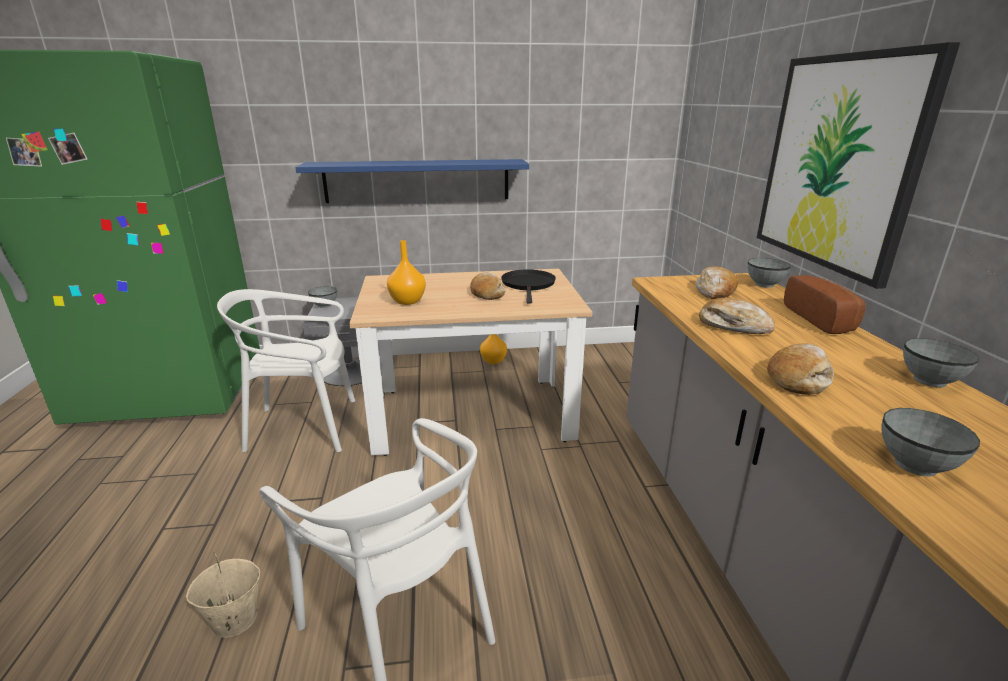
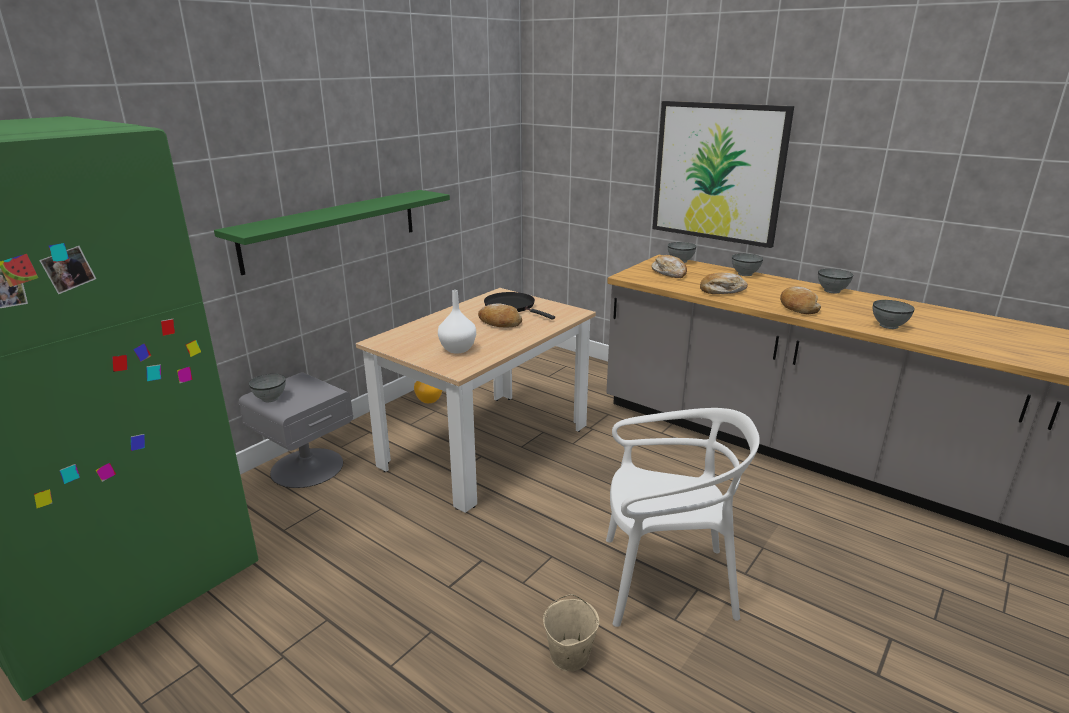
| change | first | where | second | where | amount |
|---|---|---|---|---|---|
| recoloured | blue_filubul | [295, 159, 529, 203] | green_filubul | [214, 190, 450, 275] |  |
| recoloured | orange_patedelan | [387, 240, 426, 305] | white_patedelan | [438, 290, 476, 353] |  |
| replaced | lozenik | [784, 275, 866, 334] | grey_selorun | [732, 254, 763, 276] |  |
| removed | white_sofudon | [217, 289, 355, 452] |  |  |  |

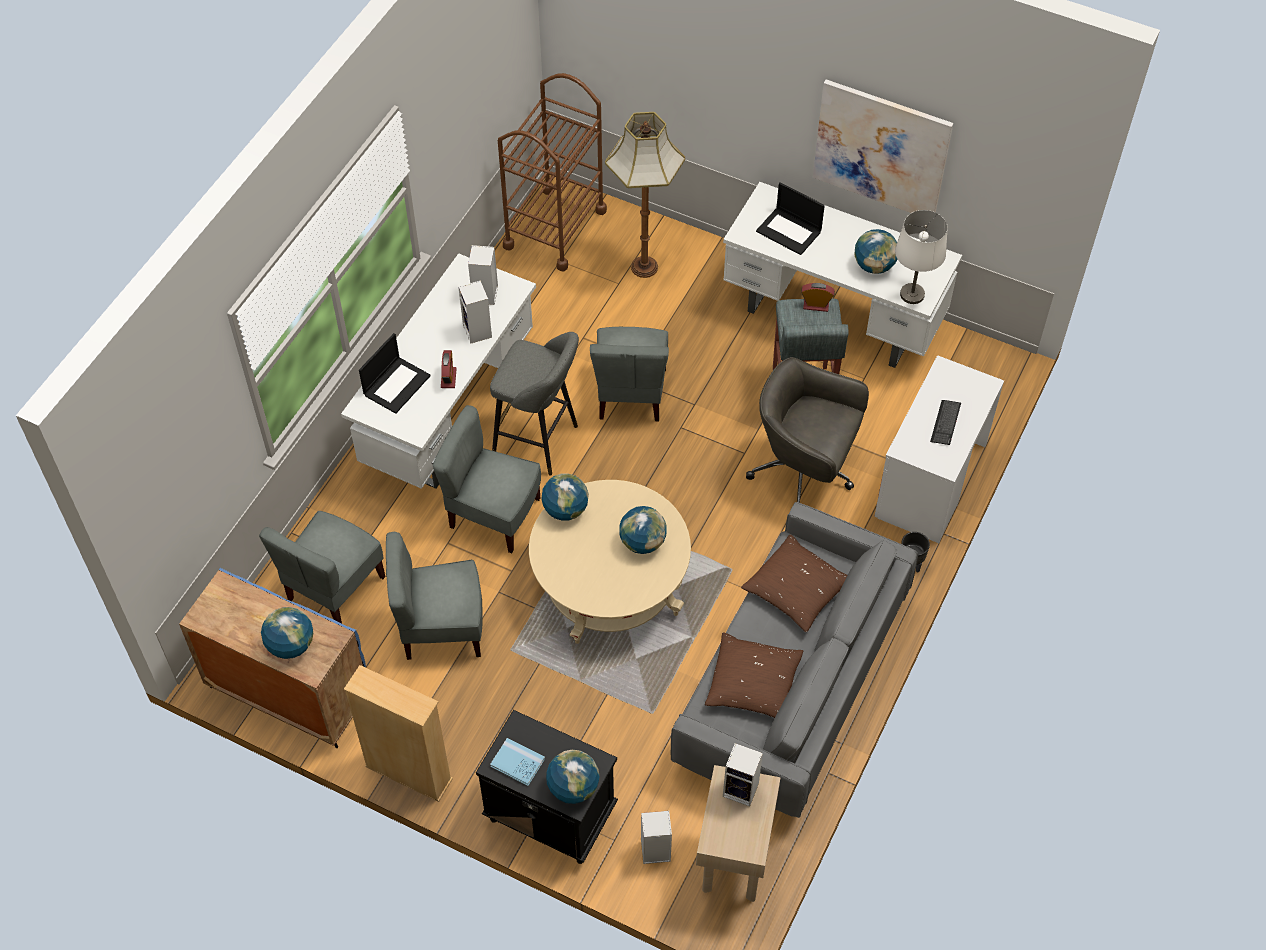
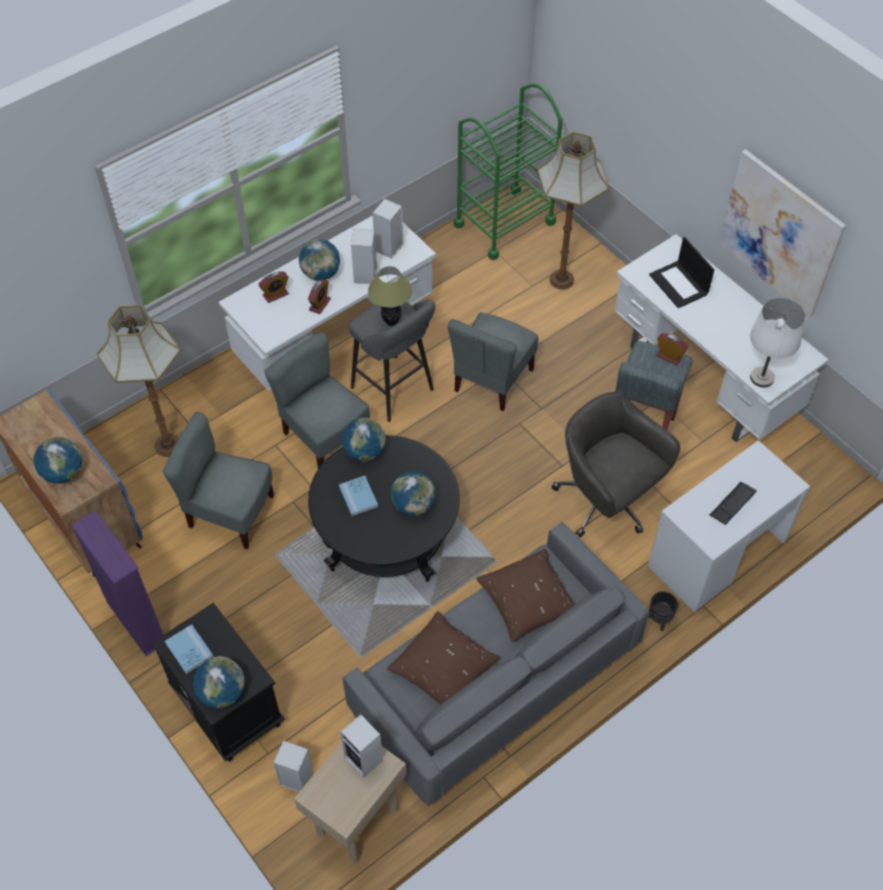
| change | first | where | second | where | amount |
|---|---|---|---|---|---|
| recoloured | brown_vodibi | [498, 73, 607, 271] | green_vodibi | [454, 83, 563, 260] |  |
| moved | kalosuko | [854, 229, 897, 274] |  | [299, 239, 340, 281] |  |
| replaced | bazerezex | [359, 333, 431, 414] | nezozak | [259, 272, 289, 303] |  |
| recoloured | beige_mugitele | [529, 480, 691, 644] | black_mugitele | [308, 435, 460, 582] |  |
| replaced | grey_sofudon | [259, 511, 386, 624] | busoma | [97, 305, 181, 457] |  |
| recoloured | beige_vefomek | [344, 665, 453, 802] | purple_vefomek | [71, 510, 164, 656] |  |
| added |  |  | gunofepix | [368, 266, 412, 326] |  |
| added |  |  | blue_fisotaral | [339, 476, 378, 516] |  |

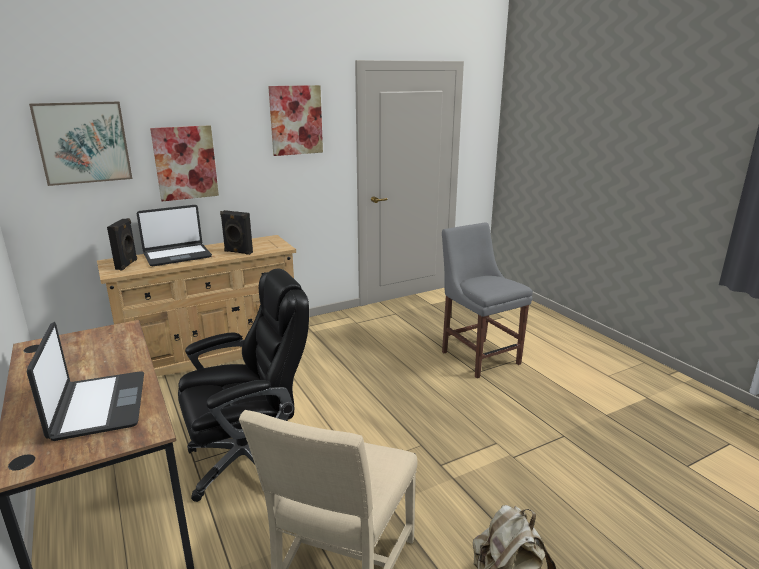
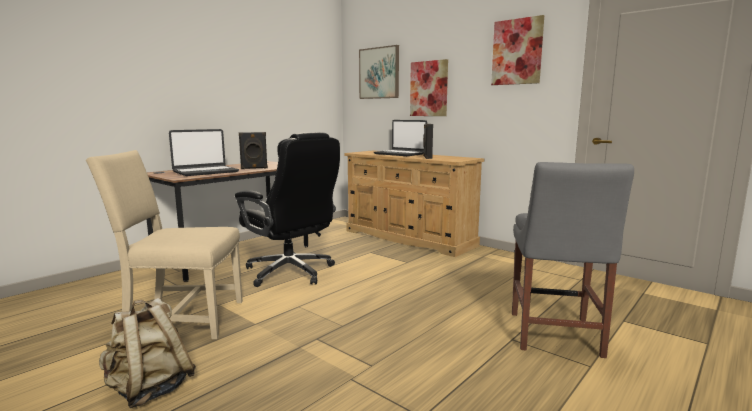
| change | first | where | second | where | amount |
|---|---|---|---|---|---|
| moved | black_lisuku | [107, 218, 137, 270] |  | [239, 132, 268, 169] |  |
| turned | grey_sofudon | [442, 222, 533, 378] |  | [512, 162, 634, 358] | 150 degrees clockwise |

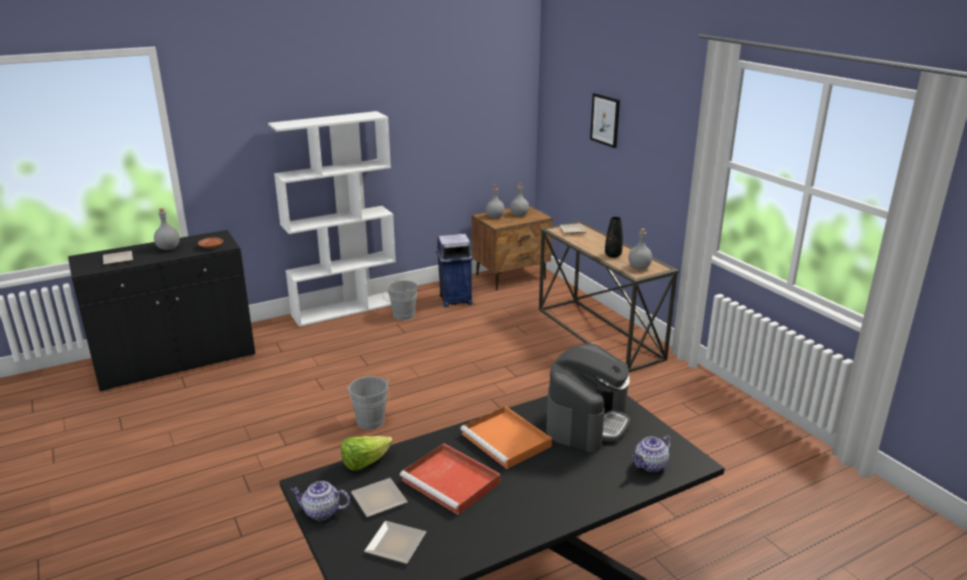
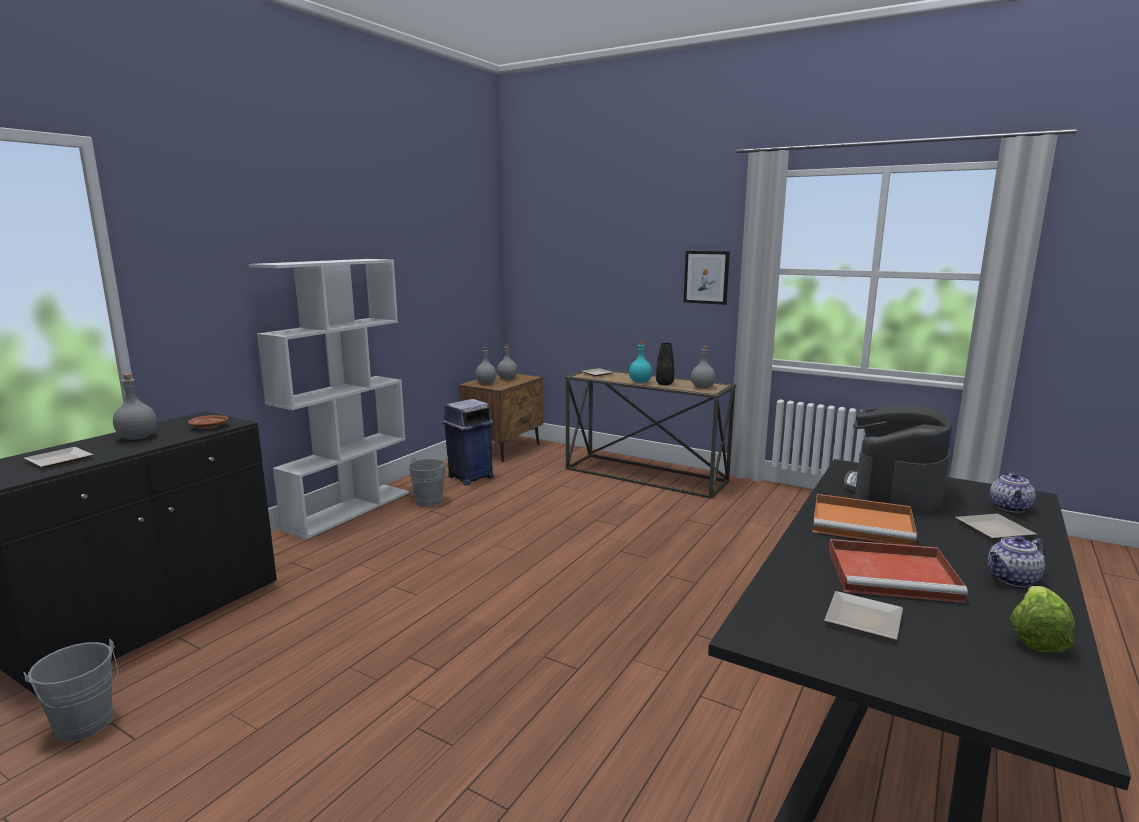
| change | first | where | second | where | amount |
|---|---|---|---|---|---|
| moved | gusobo | [590, 93, 620, 148] |  | [684, 251, 730, 305] |  |
| turned | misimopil | [546, 344, 630, 452] |  | [843, 405, 952, 514] | 150 degrees counterclockwise |
| moved | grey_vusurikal | [347, 376, 389, 430] |  | [23, 639, 118, 742] |  |
| moved | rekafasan | [341, 436, 393, 471] |  | [1010, 586, 1075, 653] |  |
| moved | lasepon | [290, 481, 350, 520] |  | [988, 535, 1045, 587] |  |
| moved | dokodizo | [364, 521, 426, 564] |  | [955, 514, 1036, 539] |  |
| added |  |  | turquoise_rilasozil | [629, 342, 652, 383] |  |

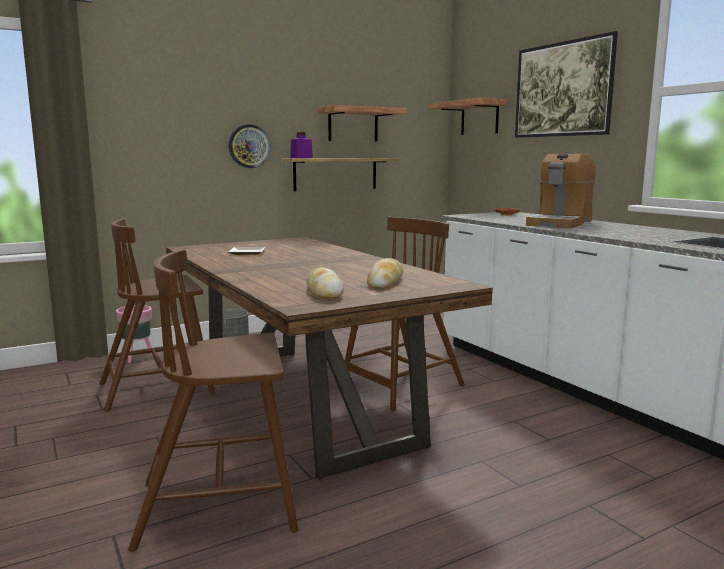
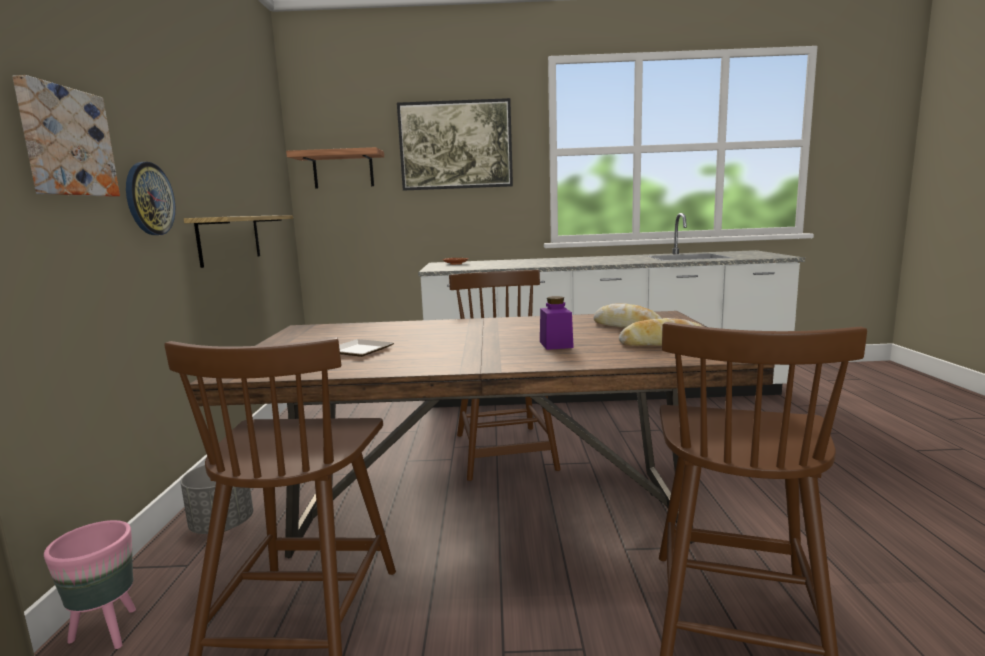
| change | first | where | second | where | amount |
|---|---|---|---|---|---|
| removed | filubul | [317, 105, 406, 142] |  |  |  |
| moved | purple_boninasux | [290, 132, 313, 158] |  | [540, 296, 574, 350] |  |
| removed | misimopil | [526, 152, 596, 229] |  |  |  |
| added |  |  | gusobo | [12, 75, 120, 197] |  |

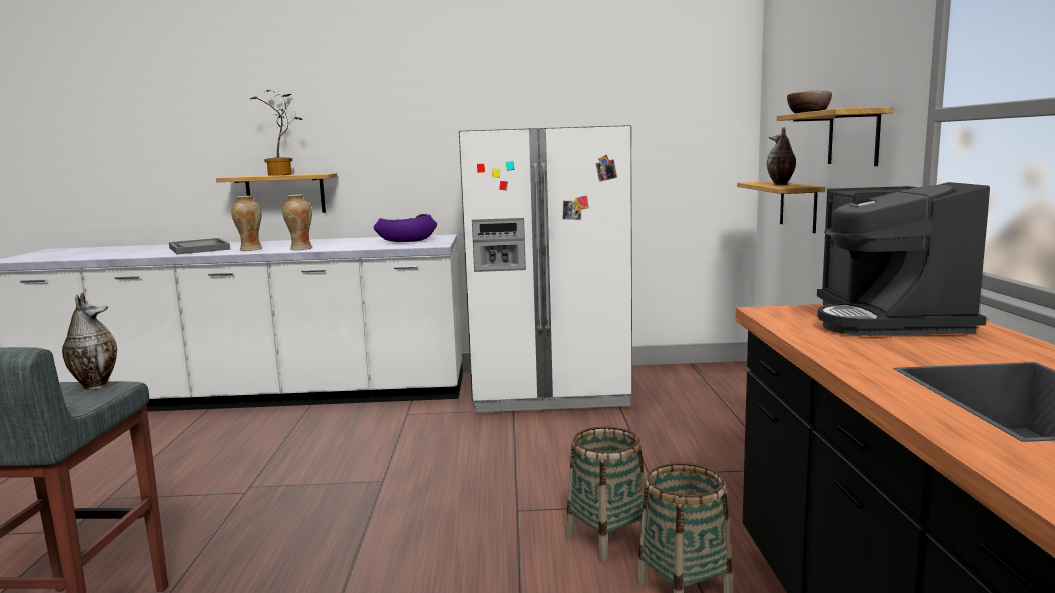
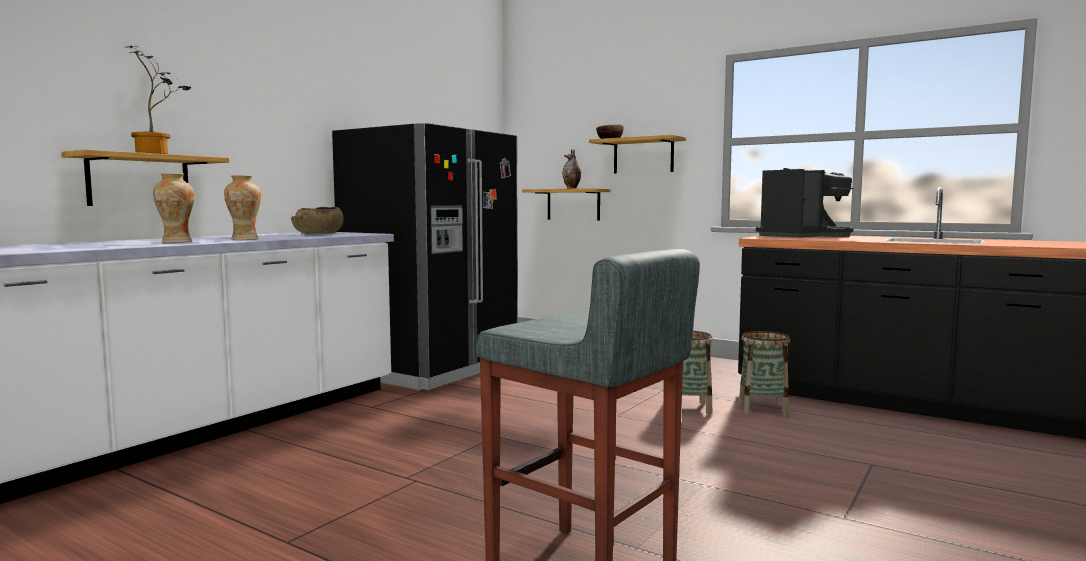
| change | first | where | second | where | amount |
|---|---|---|---|---|---|
| recoloured | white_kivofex | [459, 125, 632, 412] | black_kivofex | [332, 123, 518, 390] |  |
| turned | misimopil | [817, 182, 990, 336] |  | [756, 168, 855, 238] | 75 degrees counterclockwise |
| recoloured | purple_selorun | [374, 214, 437, 242] | brown_selorun | [291, 207, 344, 234] |  |
| removed | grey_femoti | [169, 238, 230, 254] |  |  |  |
| removed | patedelan | [62, 293, 117, 390] |  |  |  |

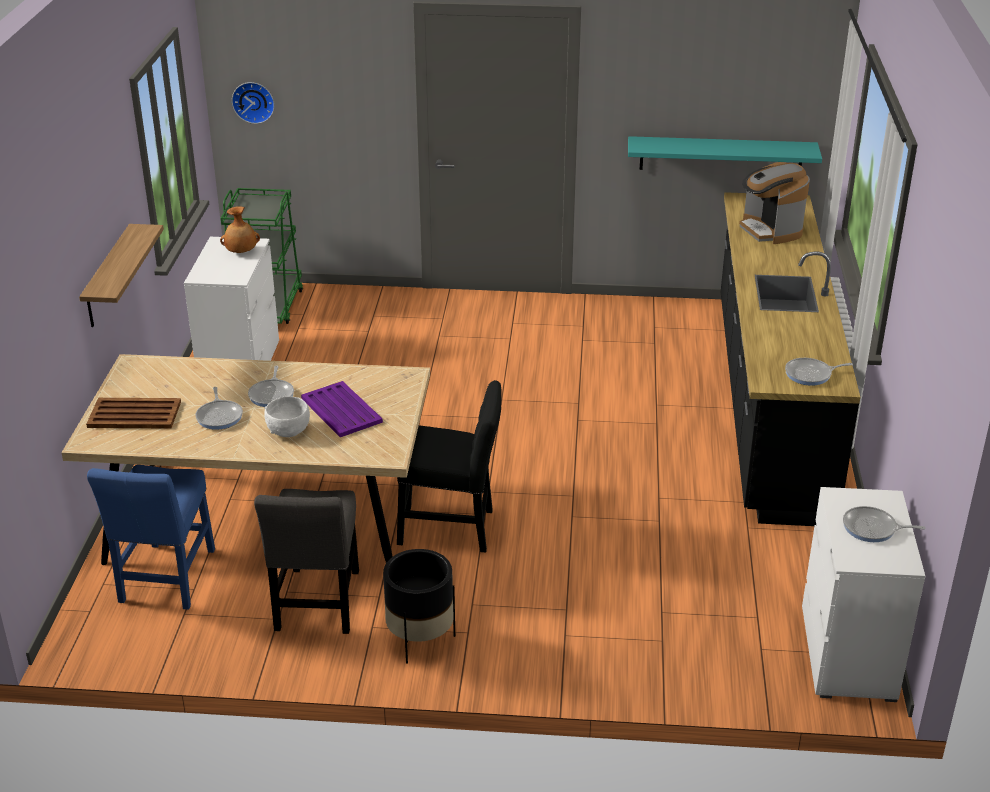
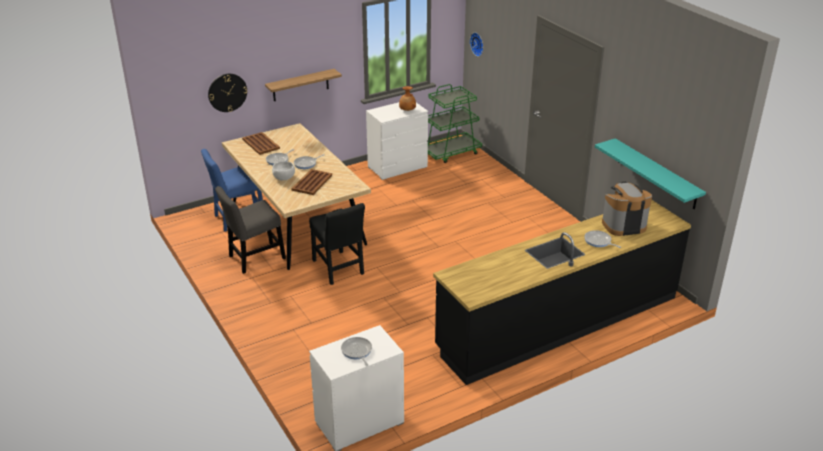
| change | first | where | second | where | amount |
|---|---|---|---|---|---|
| turned | misimopil | [739, 162, 810, 244] |  | [602, 182, 652, 236] | 45 degrees clockwise |
| moved | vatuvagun | [785, 358, 853, 386] |  | [584, 230, 621, 248] |  |
| recoloured | purple_femoti | [301, 381, 383, 437] | brown_femoti | [291, 169, 332, 195] |  |
| removed | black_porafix | [383, 549, 455, 664] |  |  |  |
| added |  |  | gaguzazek | [208, 74, 248, 112] |  |

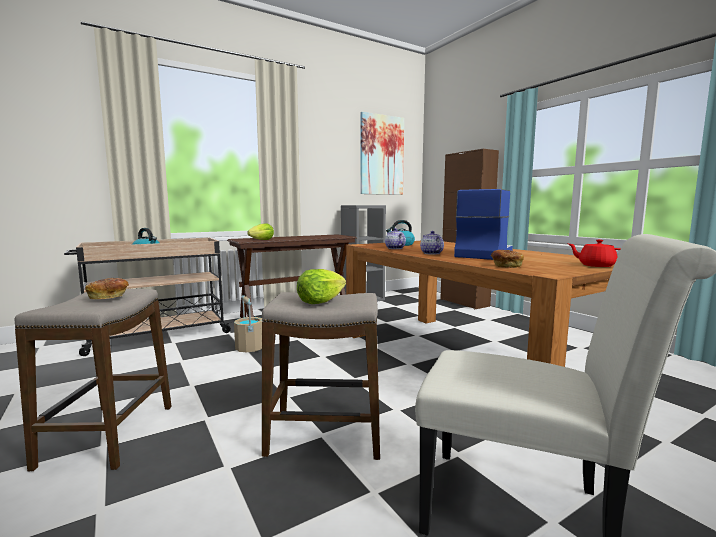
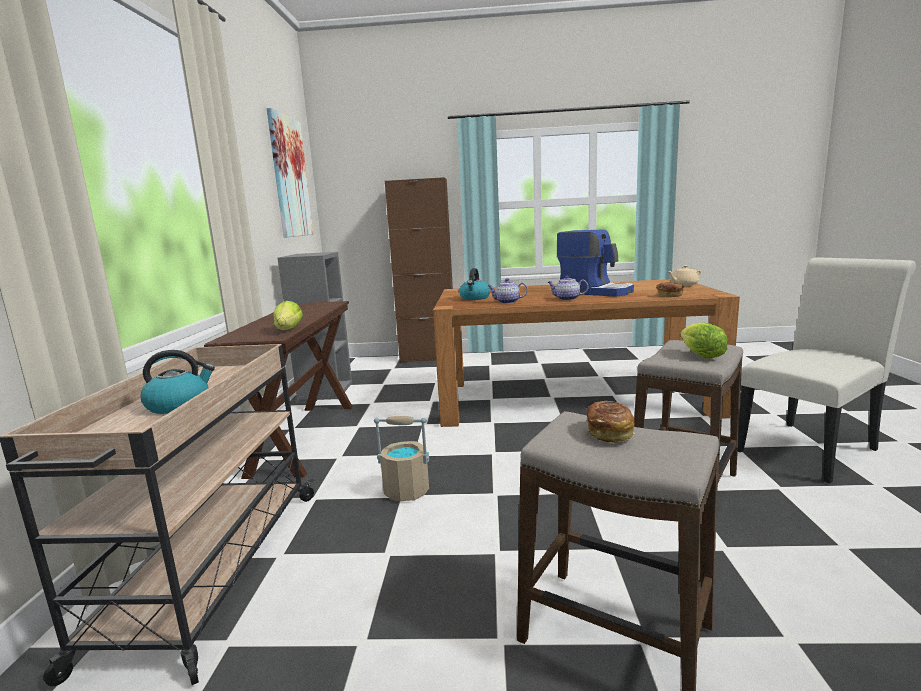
| change | first | where | second | where | amount |
|---|---|---|---|---|---|
| turned | misimopil | [454, 189, 513, 260] |  | [557, 229, 634, 297] | 150 degrees clockwise |
| recoloured | red_lasepon | [568, 240, 621, 267] | beige_lasepon | [667, 265, 701, 286] |  |

